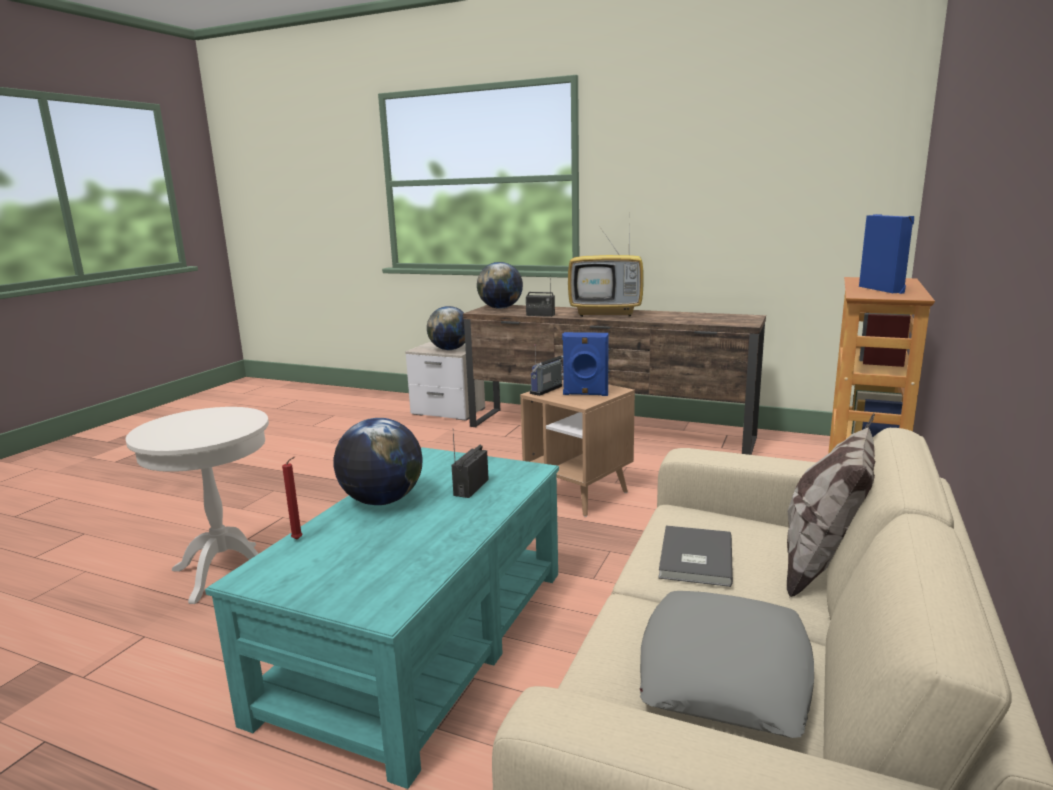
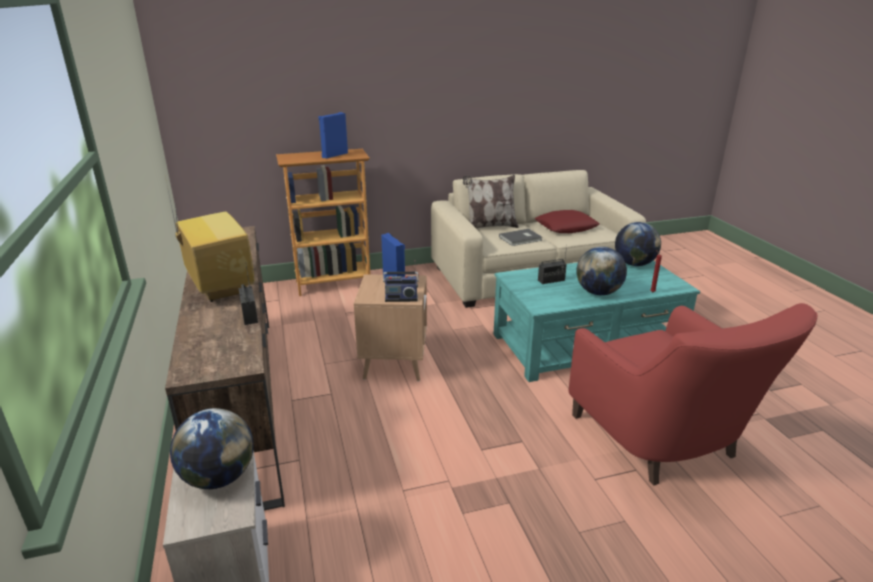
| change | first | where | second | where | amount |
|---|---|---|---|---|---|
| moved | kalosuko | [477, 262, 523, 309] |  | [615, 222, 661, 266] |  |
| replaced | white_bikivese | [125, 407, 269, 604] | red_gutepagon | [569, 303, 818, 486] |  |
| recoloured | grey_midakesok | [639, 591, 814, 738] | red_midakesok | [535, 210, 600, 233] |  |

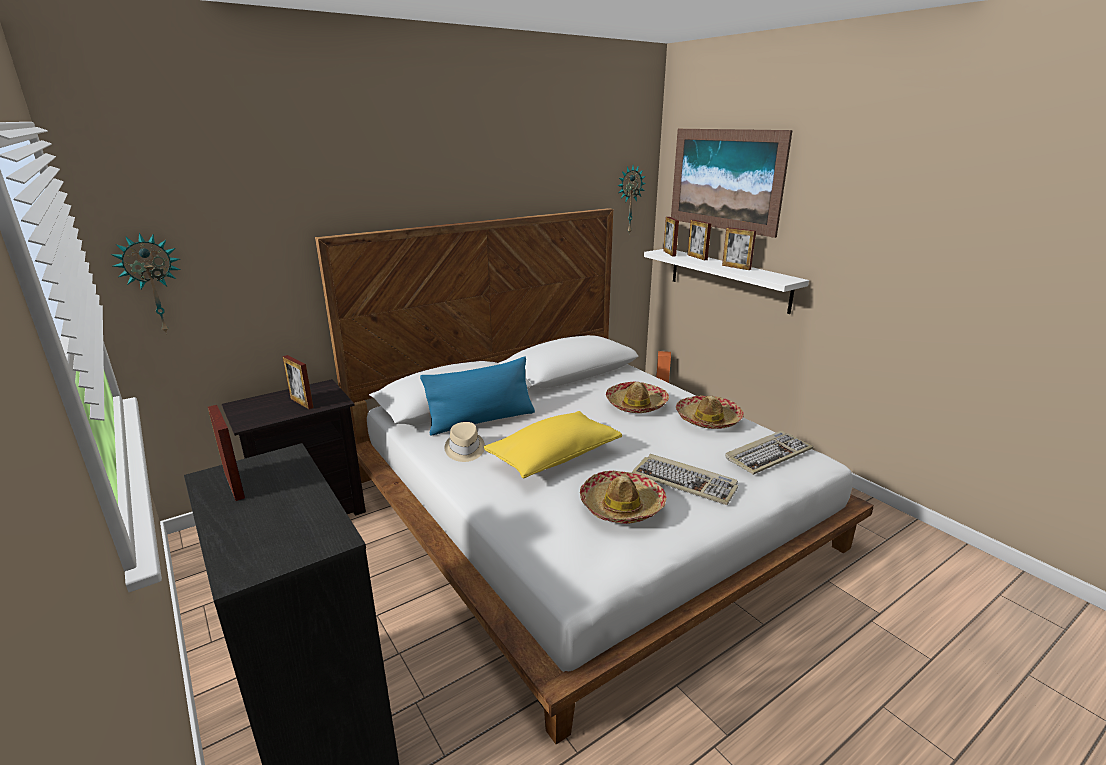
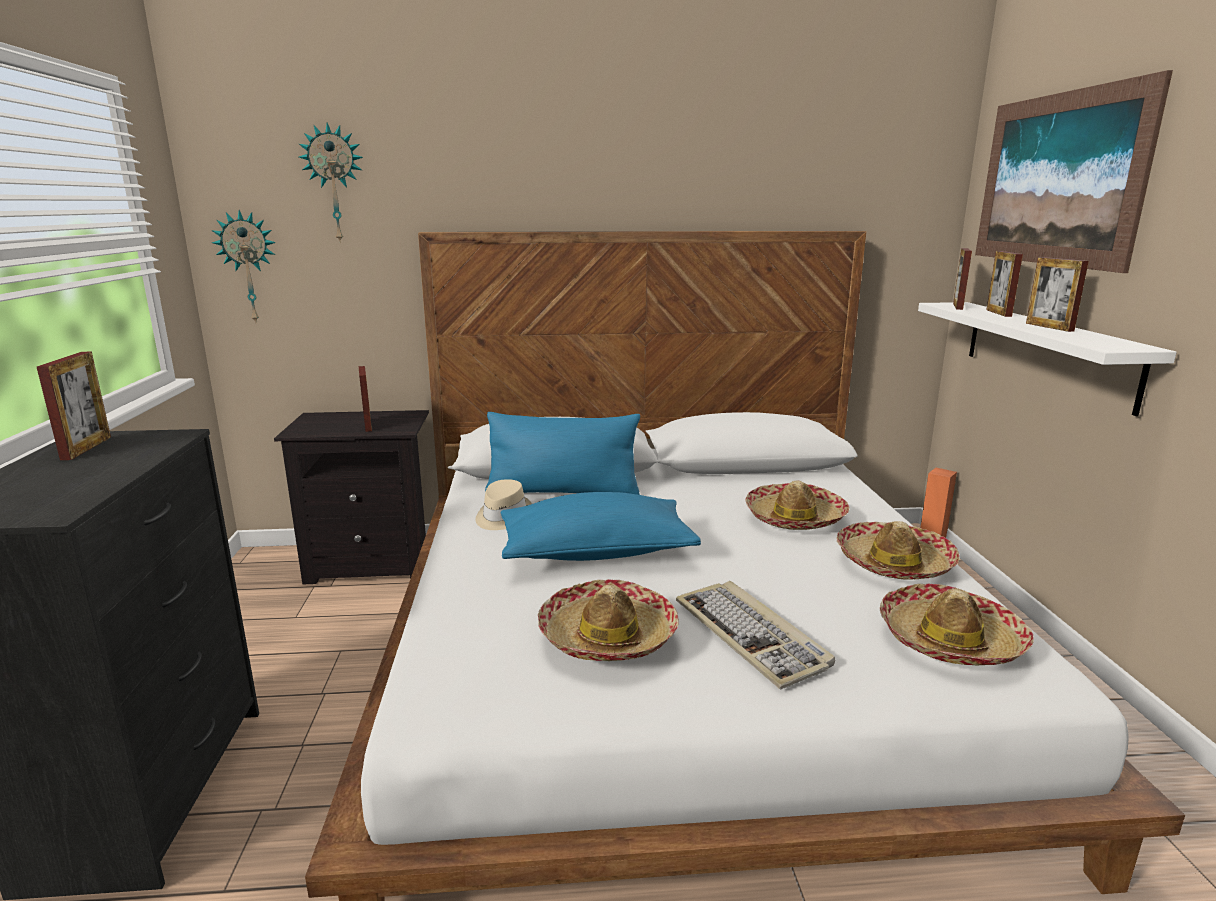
| change | first | where | second | where | amount |
|---|---|---|---|---|---|
| moved | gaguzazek | [617, 165, 646, 235] |  | [299, 122, 363, 244] |  |
| recoloured | yellow_midakesok | [484, 411, 622, 479] | blue_midakesok | [501, 492, 701, 561] |  |
| replaced | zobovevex | [725, 431, 813, 475] | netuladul | [880, 583, 1034, 665] |  |

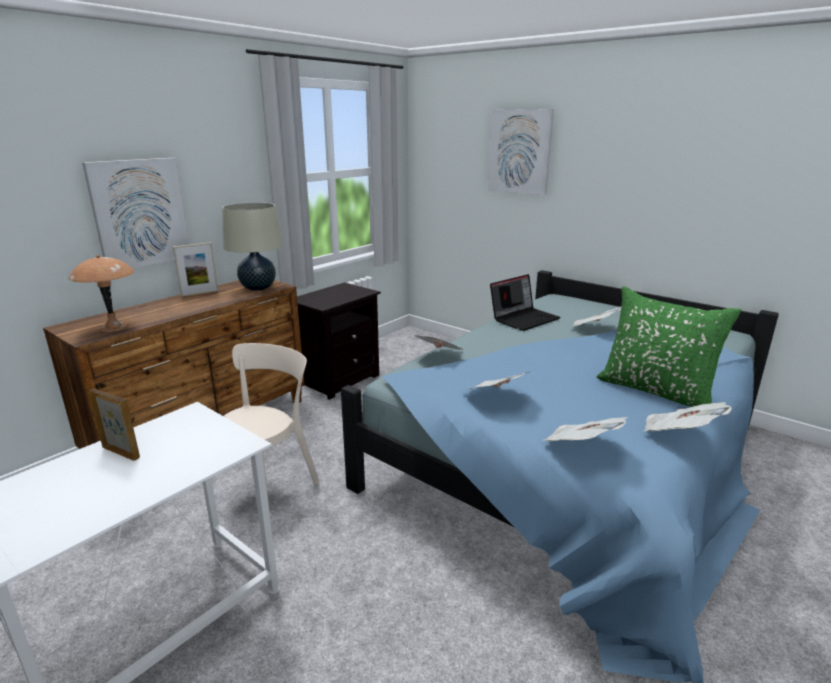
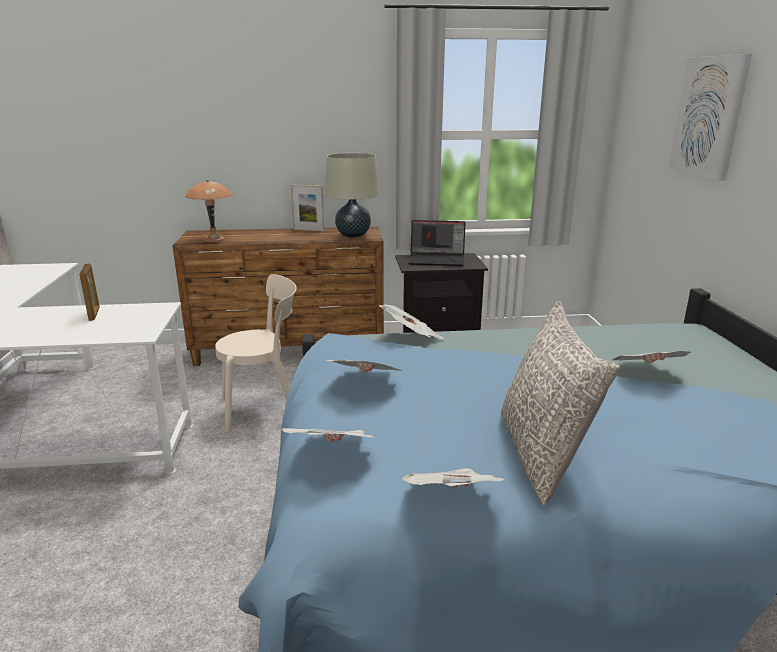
| change | first | where | second | where | amount |
|---|---|---|---|---|---|
| removed | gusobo | [82, 158, 189, 268] |  |  |  |
| moved | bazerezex | [490, 274, 560, 331] |  | [408, 220, 466, 266] |  |
| recoloured | green_midakesok | [597, 286, 741, 407] | grey_midakesok | [501, 301, 620, 505] |  |

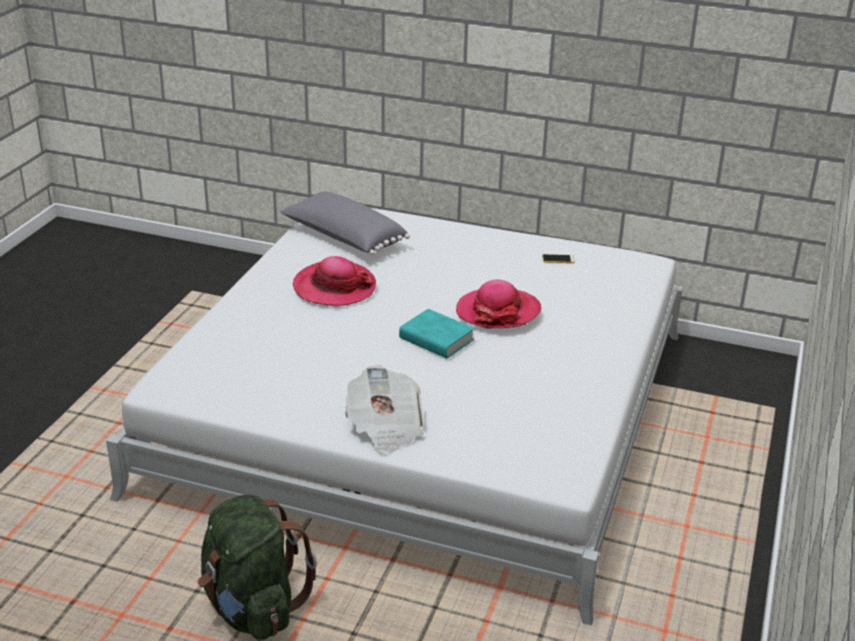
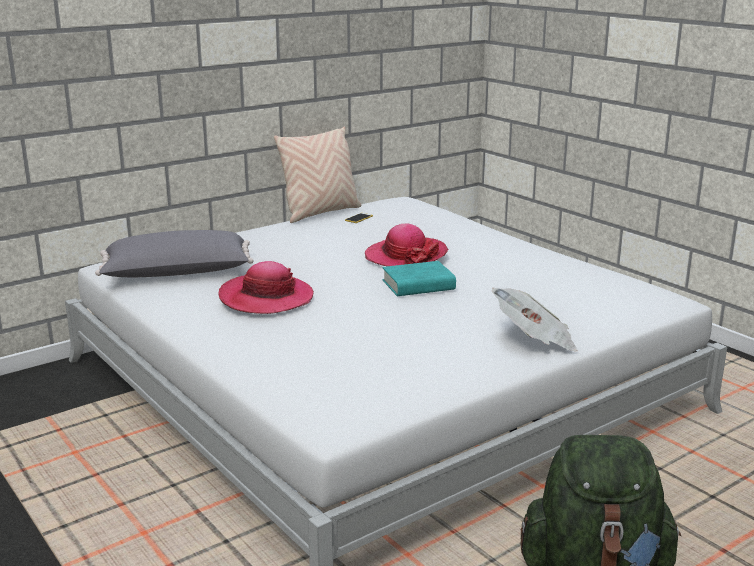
| change | first | where | second | where | amount |
|---|---|---|---|---|---|
| added |  |  | beige_midakesok | [274, 127, 361, 223] |  |

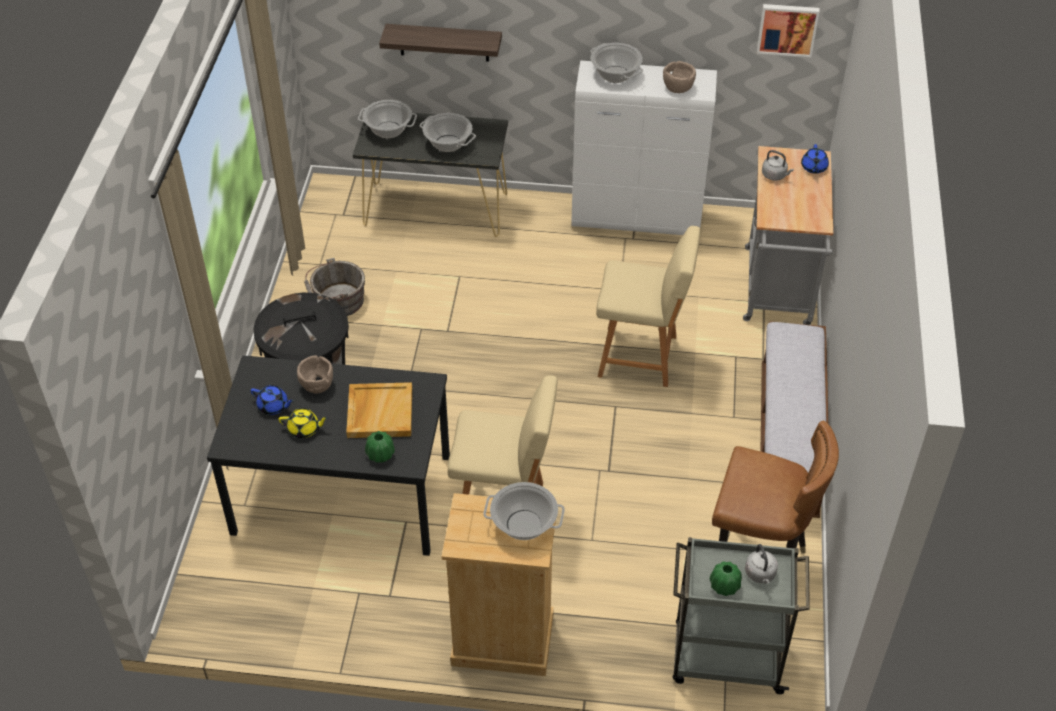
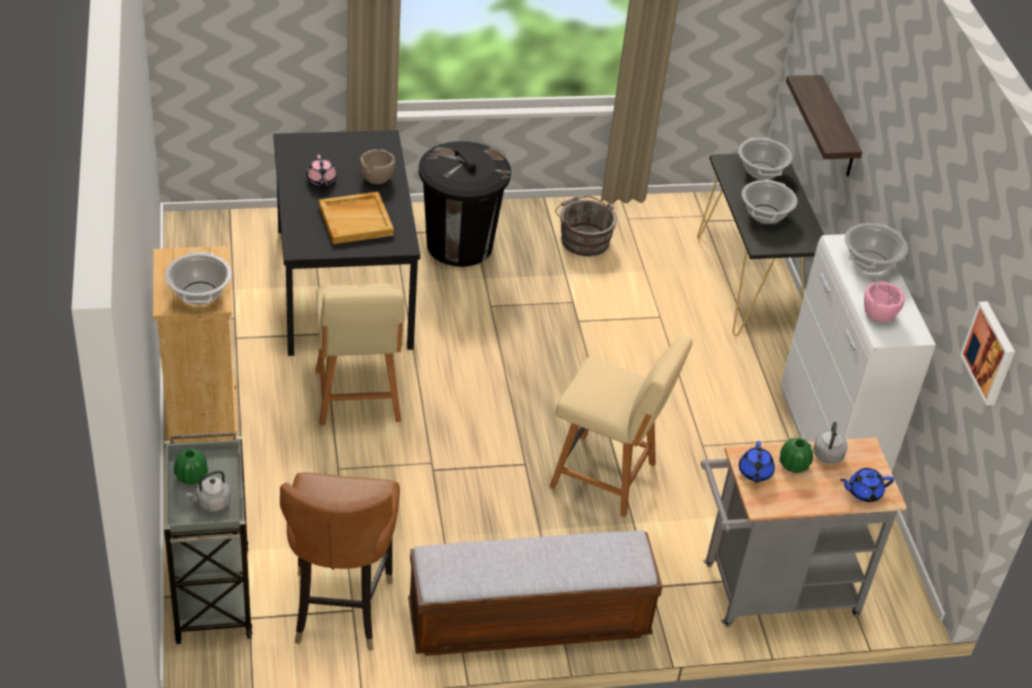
| change | first | where | second | where | amount |
|---|---|---|---|---|---|
| recoloured | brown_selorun | [663, 61, 696, 93] | pink_selorun | [864, 281, 905, 322] |  |
| turned | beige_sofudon | [596, 226, 701, 387] |  | [549, 335, 693, 517] | 60 degrees counterclockwise |
| moved | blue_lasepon | [251, 385, 294, 415] |  | [739, 441, 775, 482] |  |
| recoloured | yellow_lasepon | [279, 408, 328, 438] | pink_lasepon | [307, 155, 336, 186] |  |
| moved | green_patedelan | [365, 431, 395, 463] |  | [779, 438, 813, 473] |  |

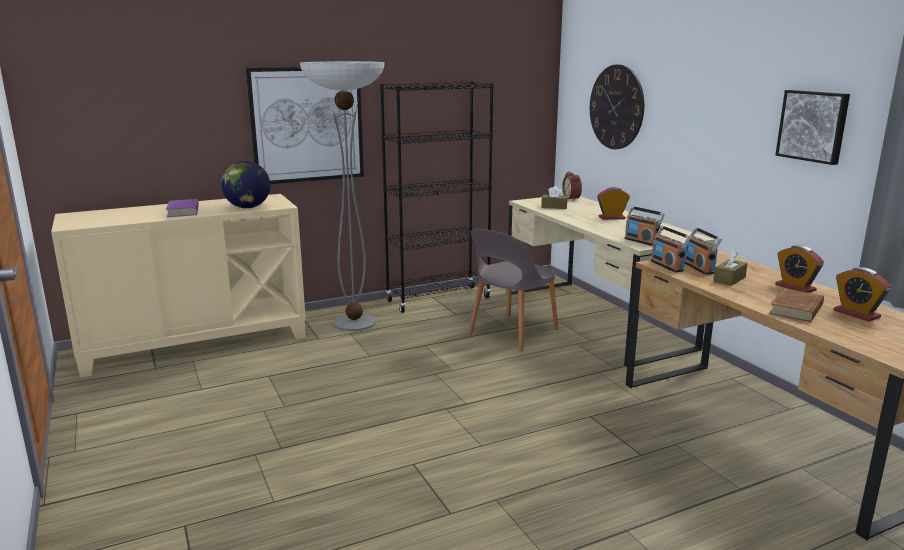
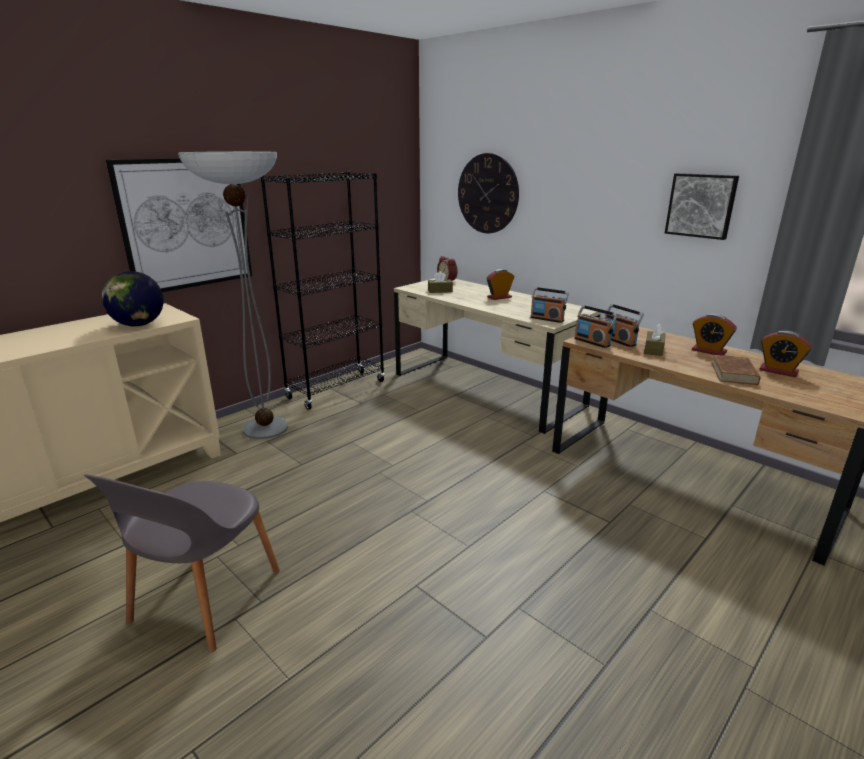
| change | first | where | second | where | amount |
|---|---|---|---|---|---|
| removed | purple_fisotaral | [166, 199, 199, 217] |  |  |  |
| moved | grey_sofudon | [468, 229, 559, 351] |  | [84, 474, 280, 652] |  |

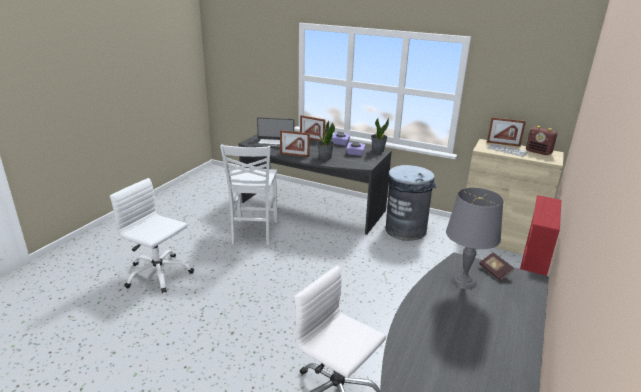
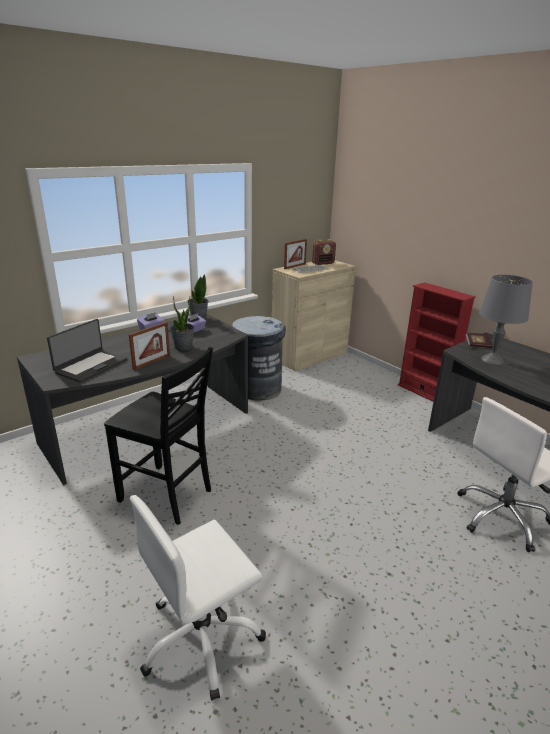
| change | first | where | second | where | amount |
|---|---|---|---|---|---|
| removed | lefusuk | [300, 115, 325, 141] |  |  |  |
| recoloured | white_sofudon | [220, 144, 278, 245] | black_sofudon | [104, 347, 213, 525] |  |

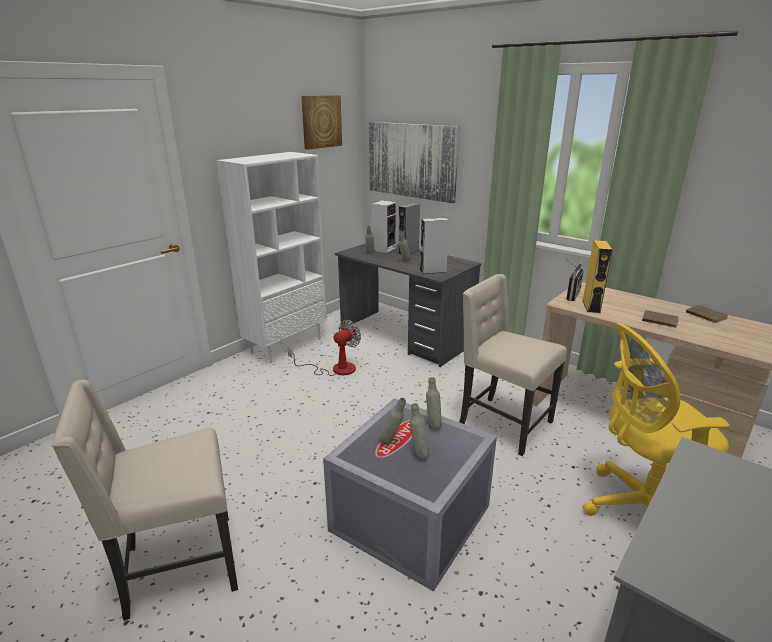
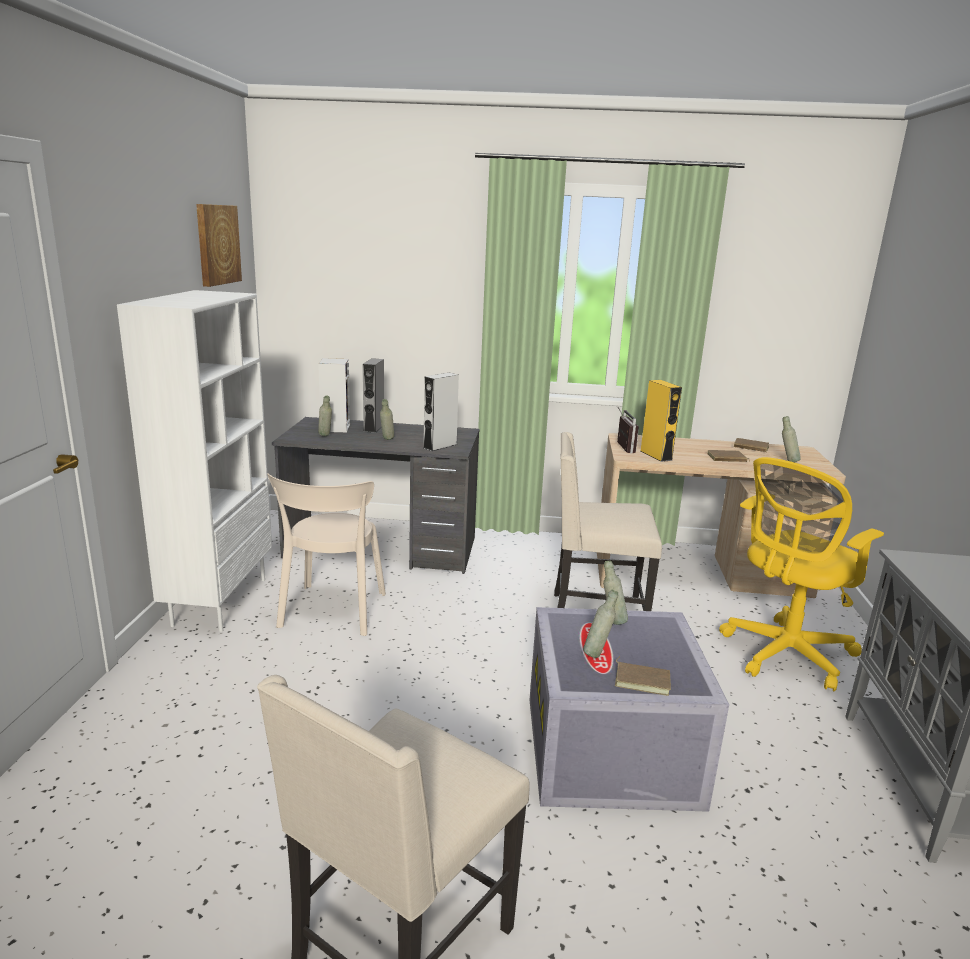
| change | first | where | second | where | amount |
|---|---|---|---|---|---|
| removed | gusobo | [369, 122, 460, 203] |  |  |  |
| replaced | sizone | [288, 320, 361, 376] | beige_sofudon | [267, 473, 386, 636] |  |
| moved | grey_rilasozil | [410, 403, 429, 459] |  | [782, 416, 801, 462] |  |
| added |  |  | brown_fisotaral | [615, 656, 671, 696] |  |

